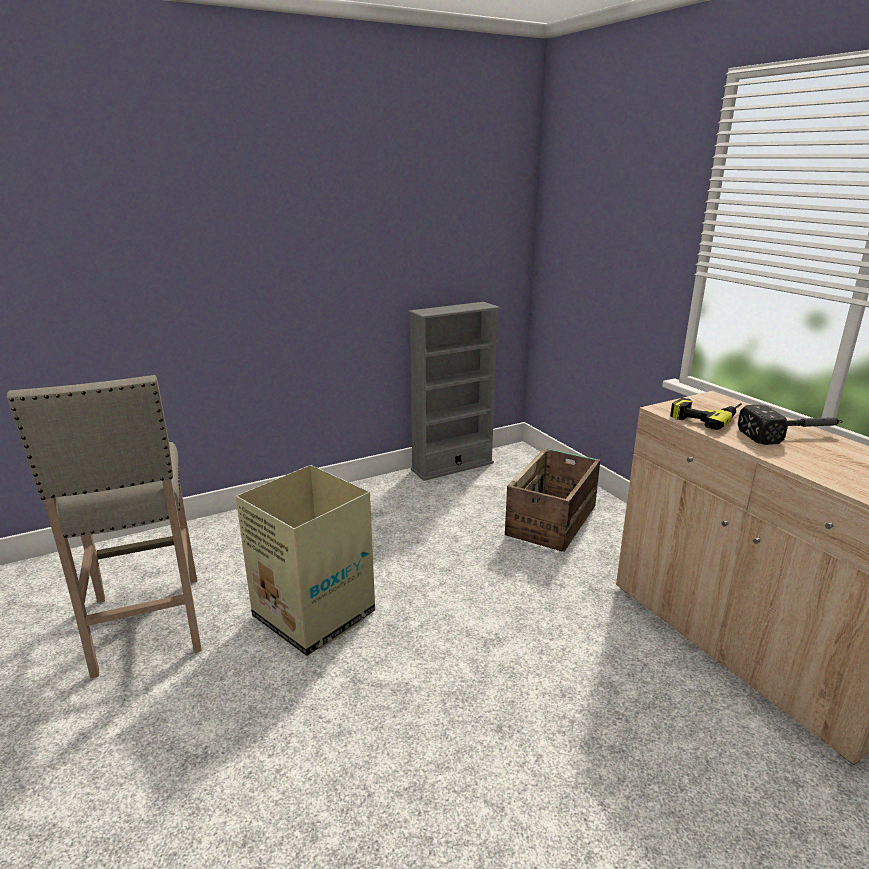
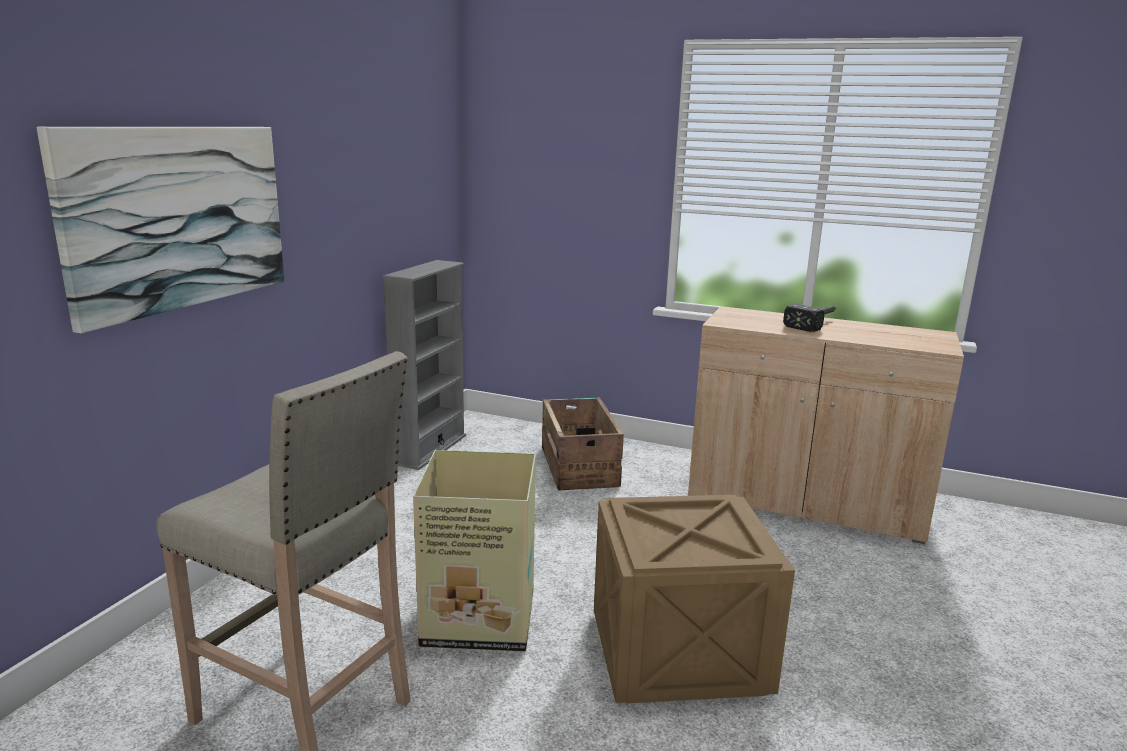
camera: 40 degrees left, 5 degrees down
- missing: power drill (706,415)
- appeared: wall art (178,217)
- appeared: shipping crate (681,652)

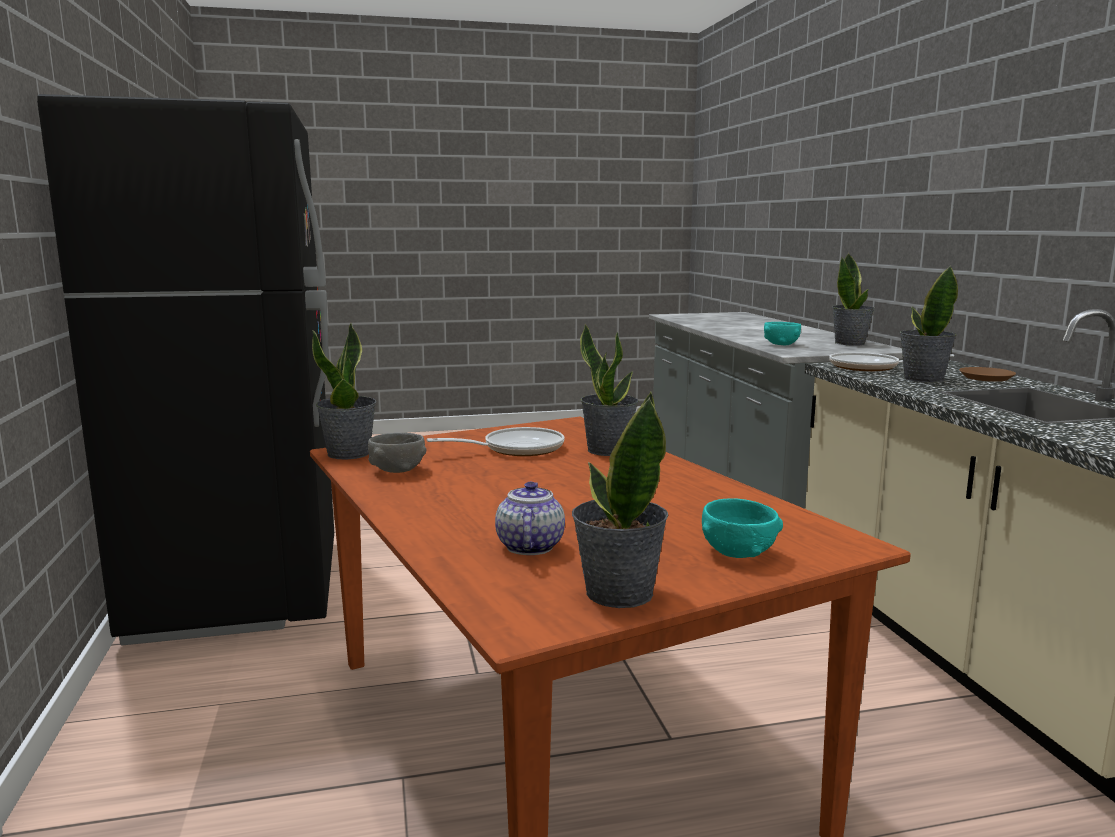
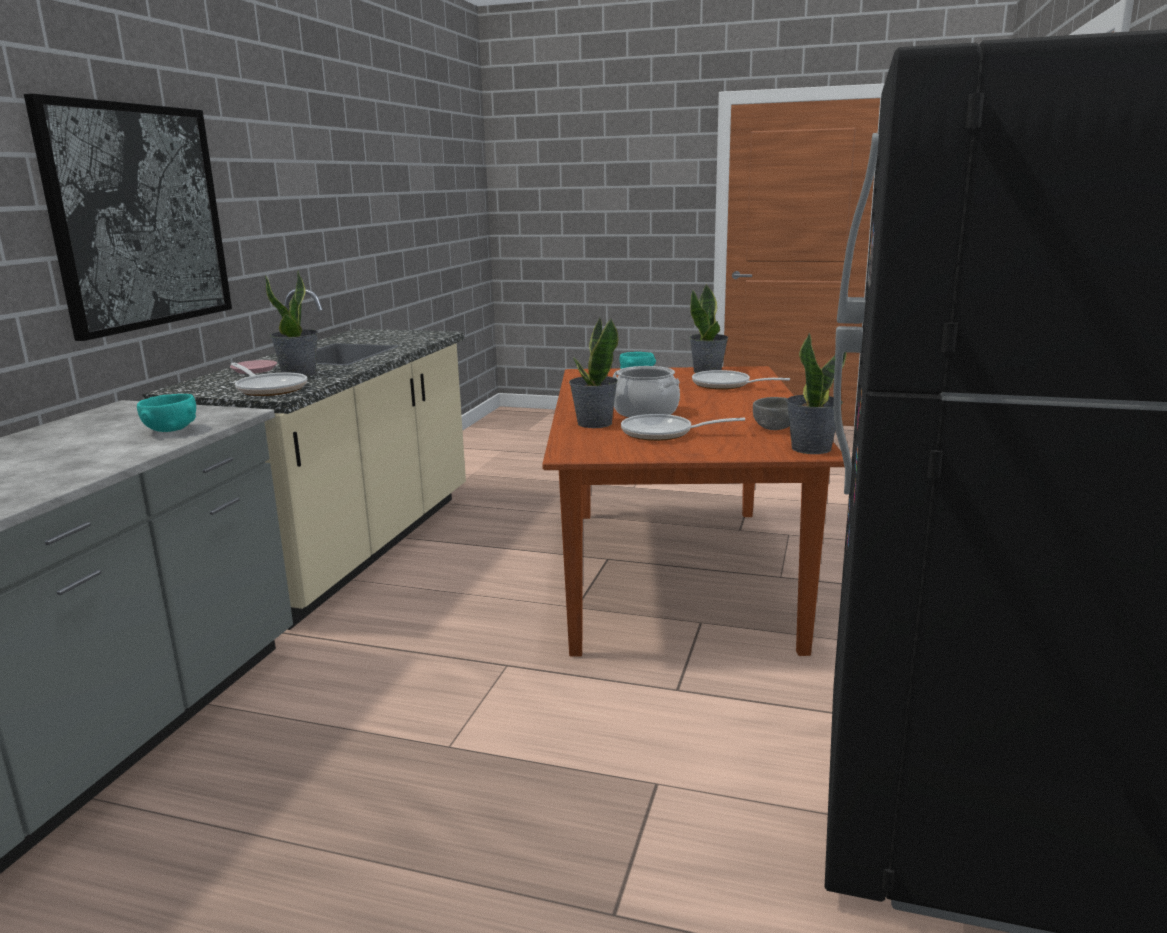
camera: 150 degrees left, 5 degrees up
- missing: potted plant (850,343)
- colour: brownish flat dish (986,378) to pink flat dish (254,370)
- exchanged: pot for tea (529,546) to pan (726,385)
- appeared: wall art (138,217)
- appeared: stockpot (646,412)

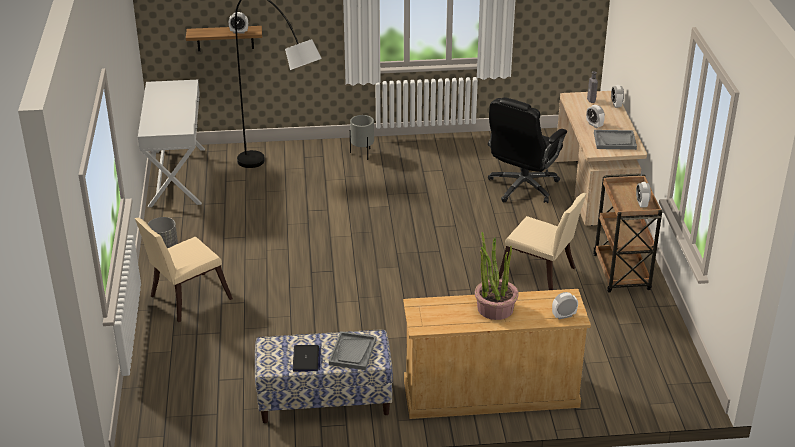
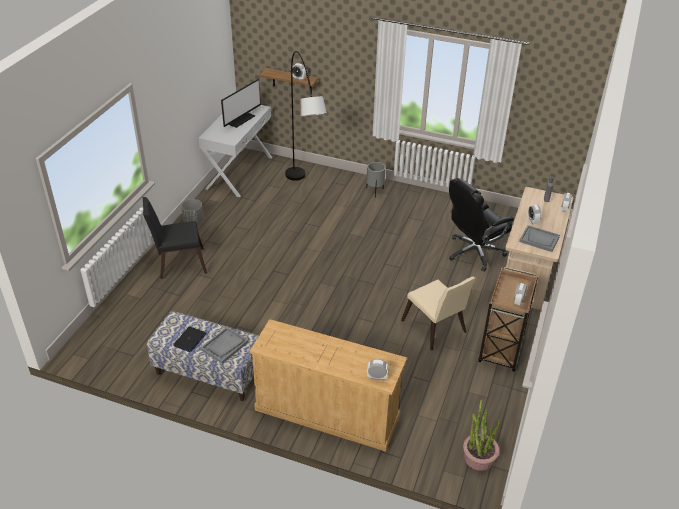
camera: 25 degrees right, 5 degrees up
- colour: beige upright chair (186,299) to black-coloured upright chair (178,263)
- relocated: potted plant (495,308) to (478,457)
- appeared: monitor (240,119)

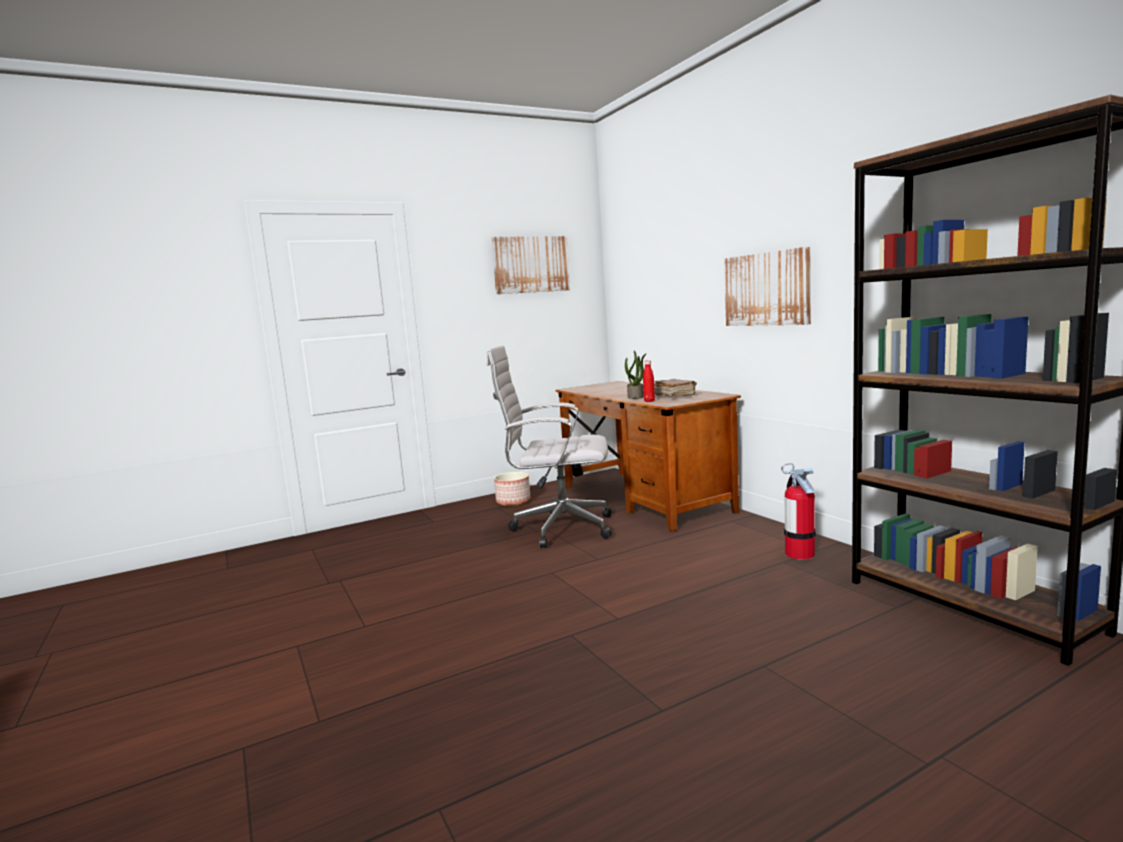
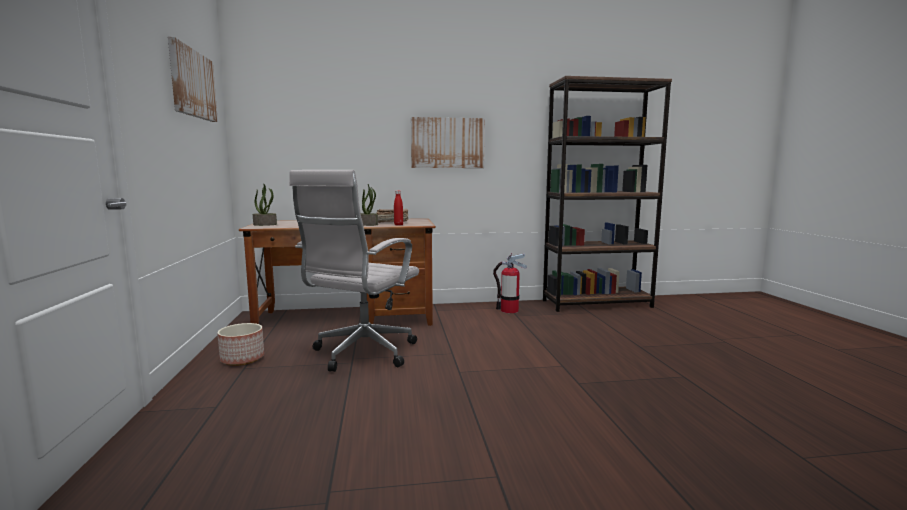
camera: 70 degrees left, 0 degrees up
- appeared: potted plant (265,224)

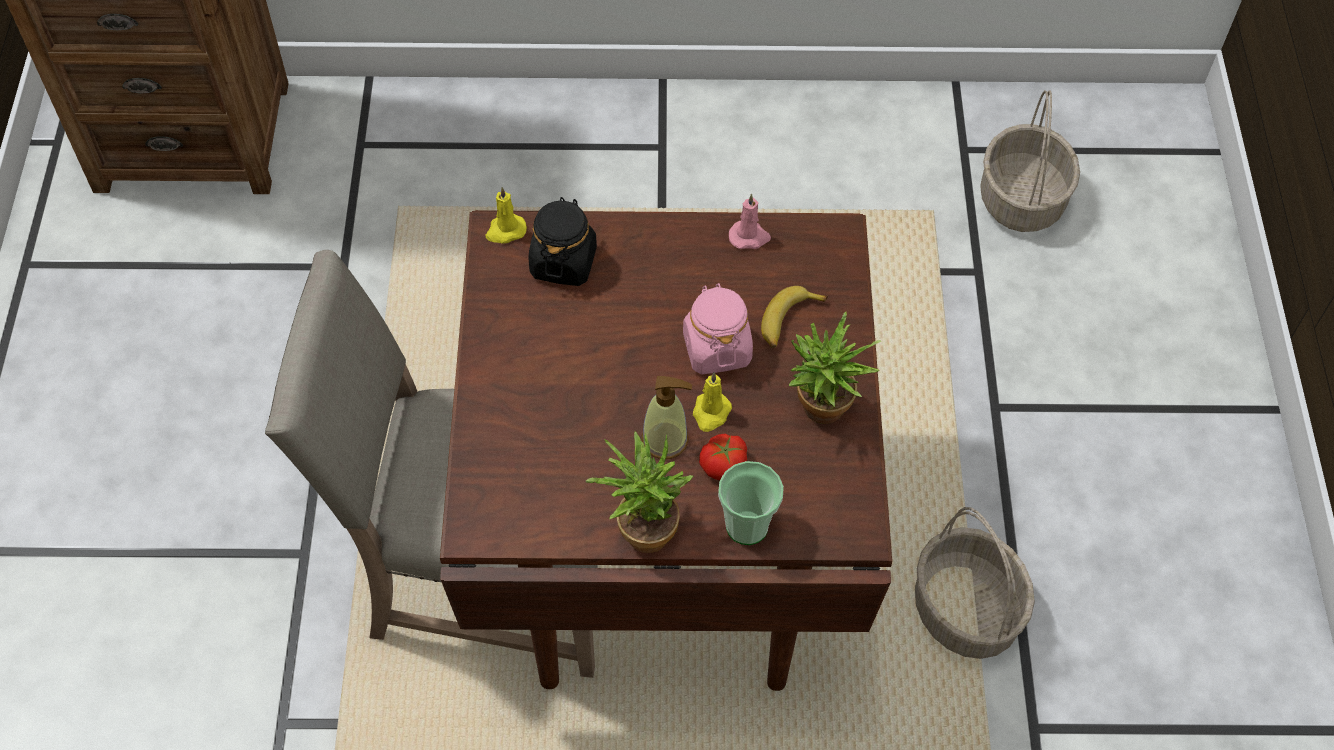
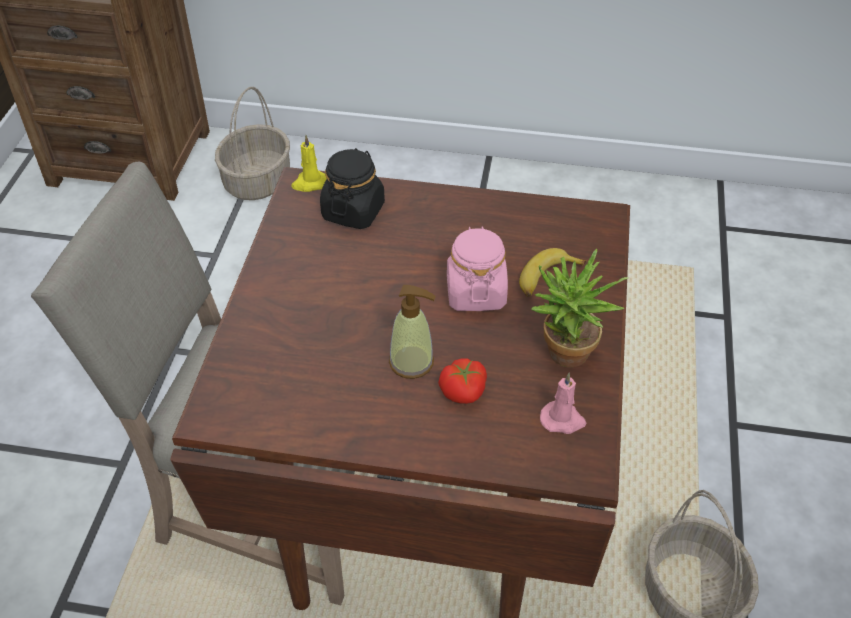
camera: 10 degrees right, 10 degrees down
- relocated: household basket (1022,200) to (257,182)
- relocated: pink candle (749,237) to (563,420)
- missing: yellow-coloured candle (711,413)
- missing: potted plant (641,527)
- missing: cup (747,526)

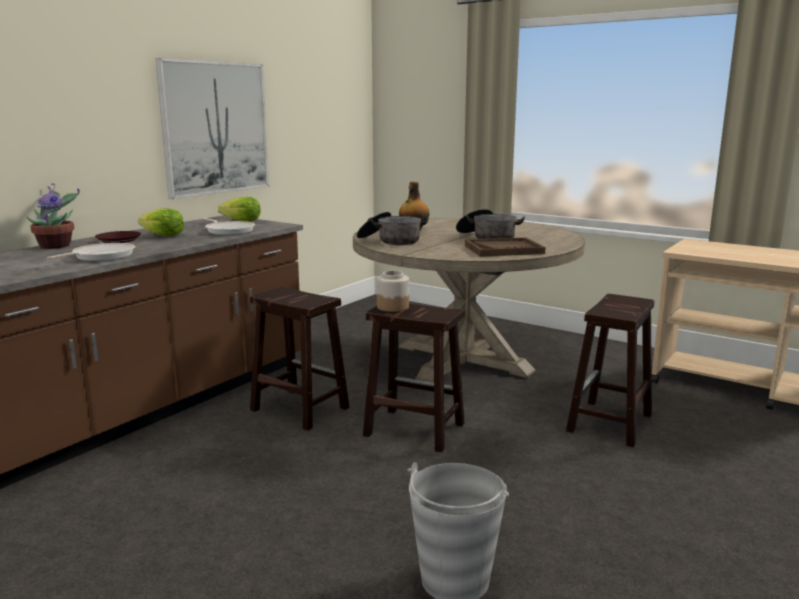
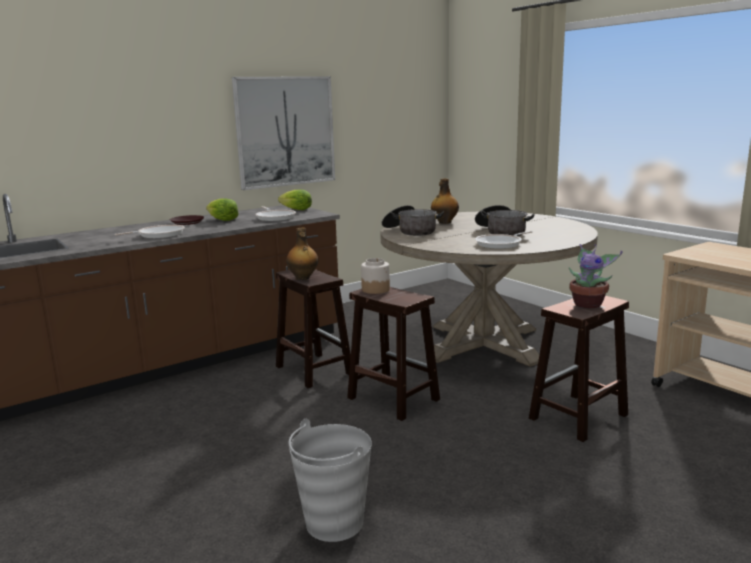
camera: 20 degrees right, 0 degrees up
- relocated: potted plant (57,246) to (589,304)
- exchanged: brownish serving tray (504,249) to pan (501,244)
- appeared: beverage bottle (303,278)

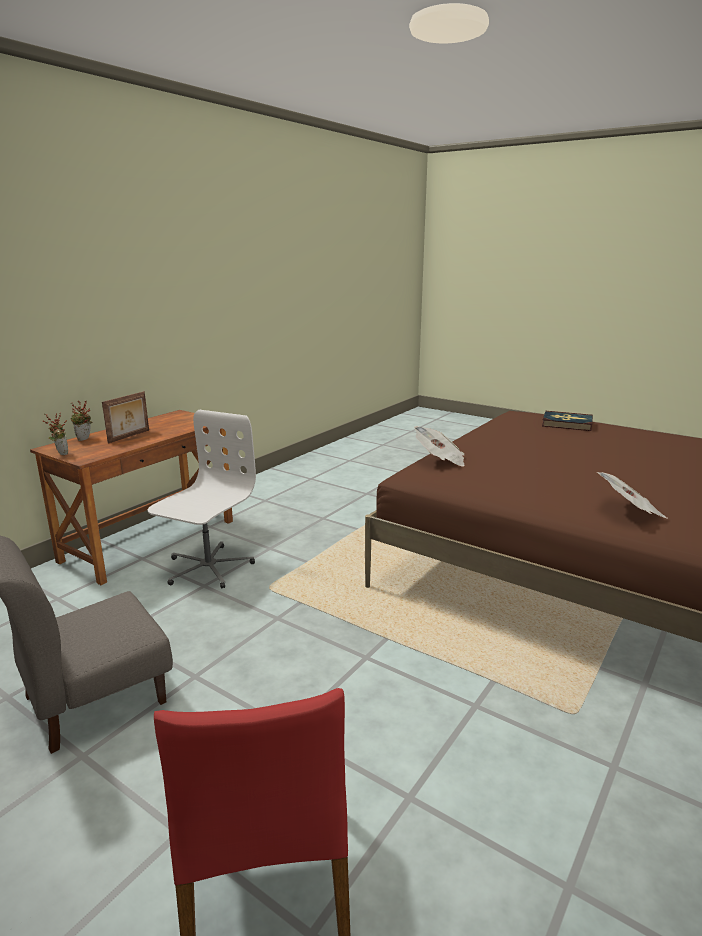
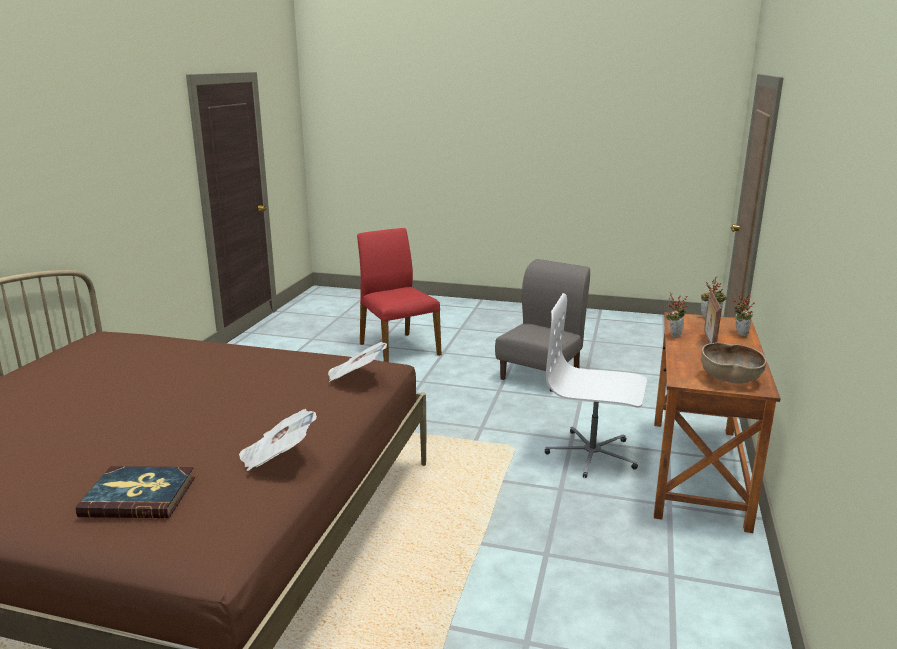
camera: 160 degrees right, 0 degrees up
- spun: white-coloured computer chair (207,568) = (592,454) 105 degrees clockwise
- relocated: printed paper (629,511) to (277,458)
- appeared: potted plant (674,335)
- appeared: brownish bowl (729,379)

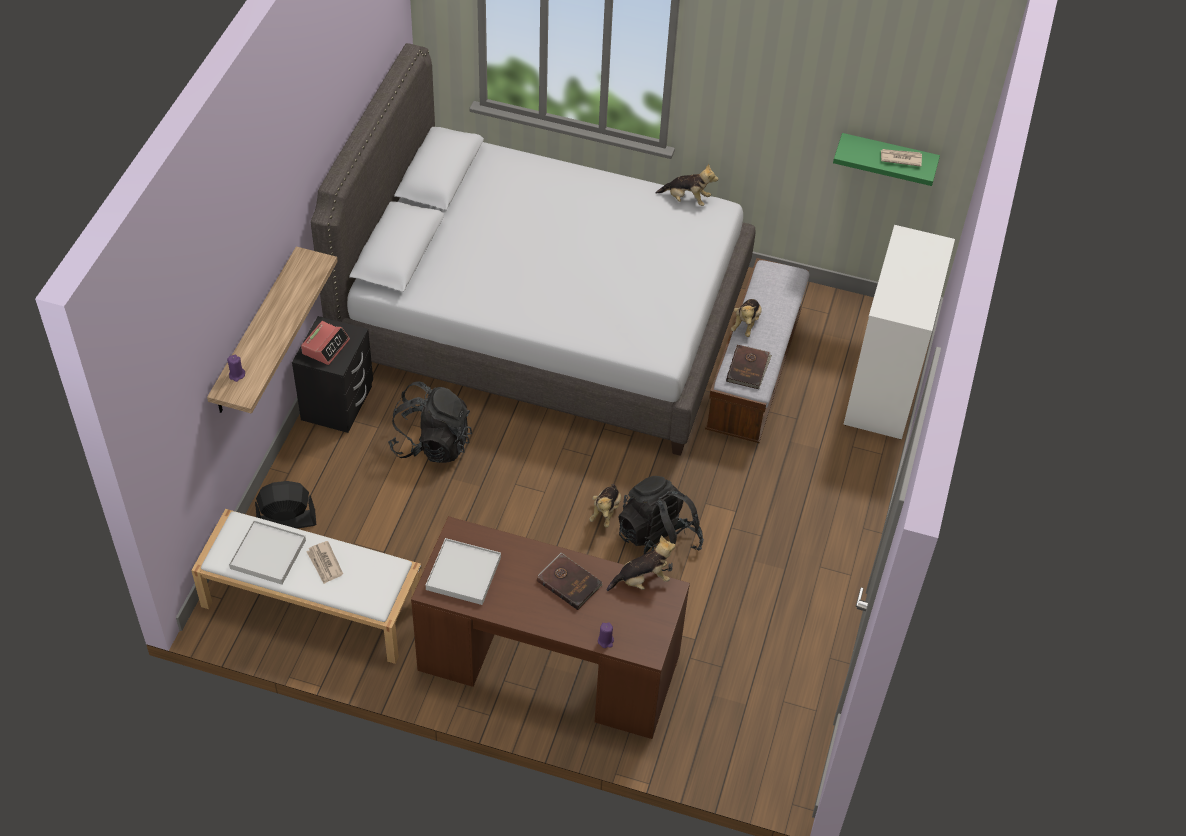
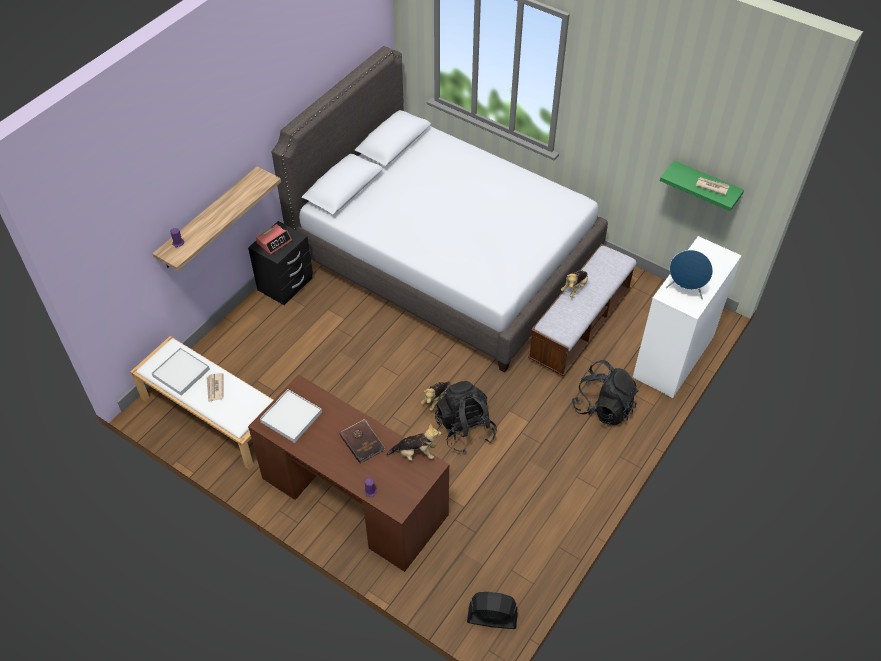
camera: 20 degrees right, 0 degrees up
- missing: plush toy (686,199)
- missing: brownish bound book (748,368)
- relocated: black-coloured backpack (432,443) to (603,407)
- relocated: black-coloured electric fan (286,521) to (492,618)
- appeared: blue-coloured audio speaker (685,290)

